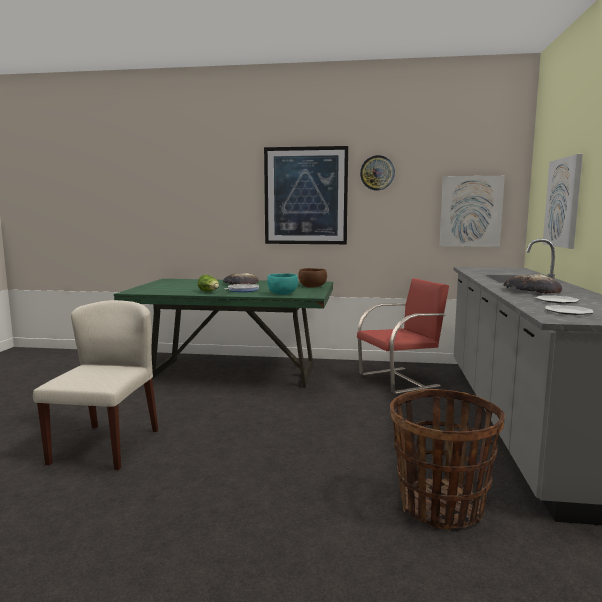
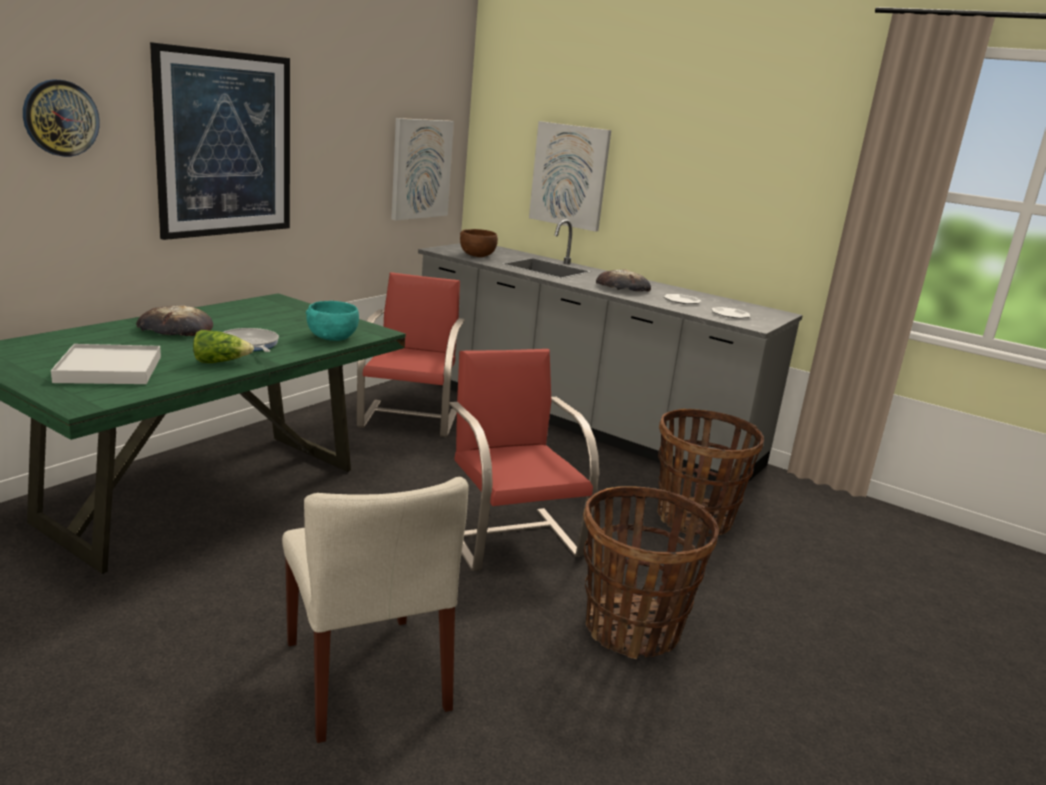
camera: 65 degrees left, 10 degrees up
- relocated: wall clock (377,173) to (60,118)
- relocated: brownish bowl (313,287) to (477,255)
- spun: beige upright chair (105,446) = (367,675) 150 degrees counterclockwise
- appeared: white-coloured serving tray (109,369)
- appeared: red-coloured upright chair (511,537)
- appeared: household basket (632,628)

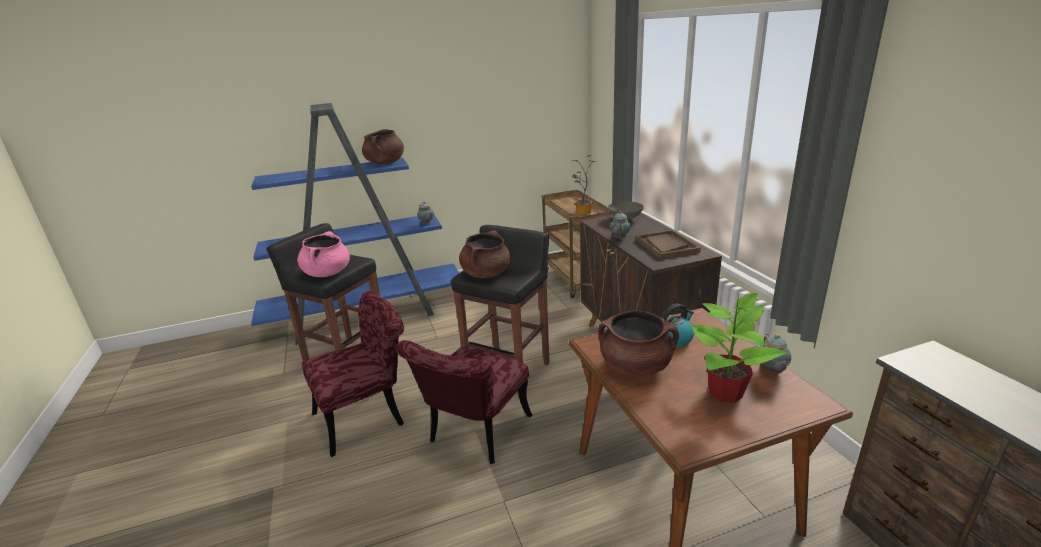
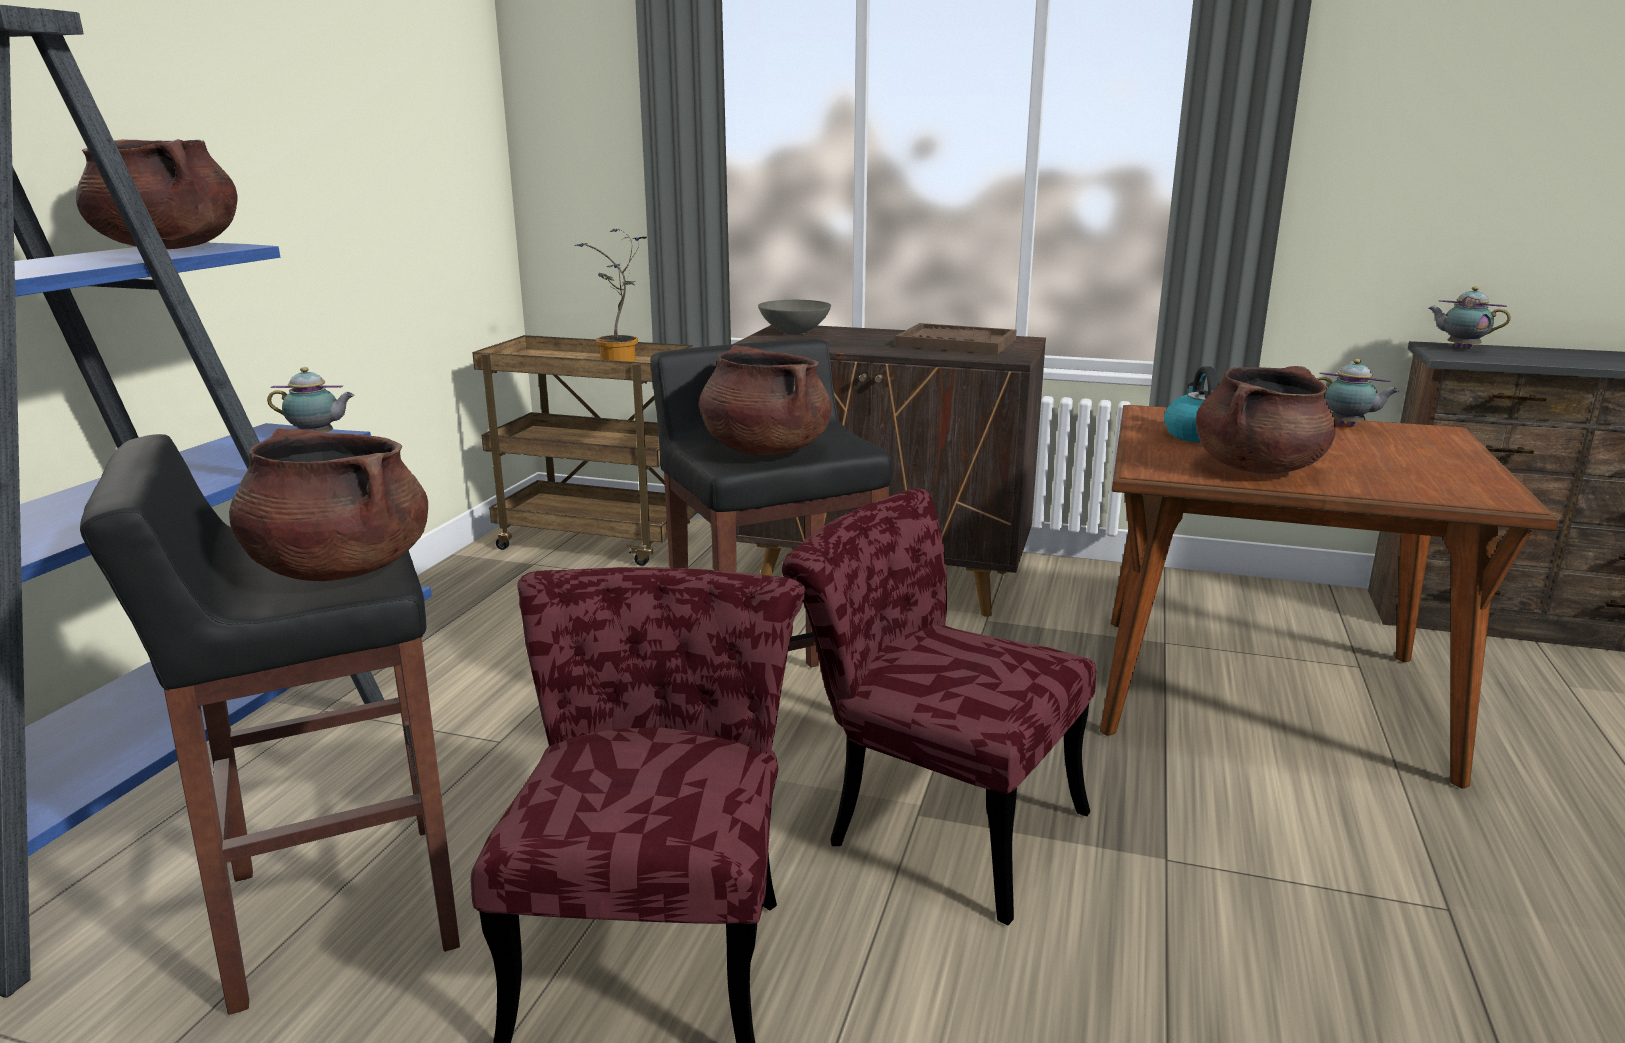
camera: 55 degrees left, 5 degrees down
- relocated: pot for tea (619,238) to (1460,348)
- colour: pink stockpot (327,273) to brownish stockpot (340,569)
- missing: potted plant (725,392)
- spun: red-coloured upright chair (474,435) = (934,821) 150 degrees clockwise

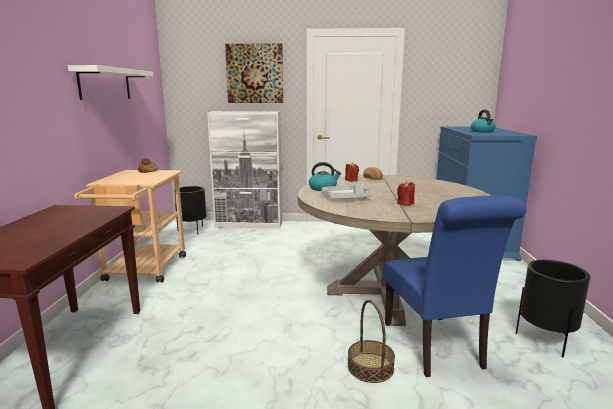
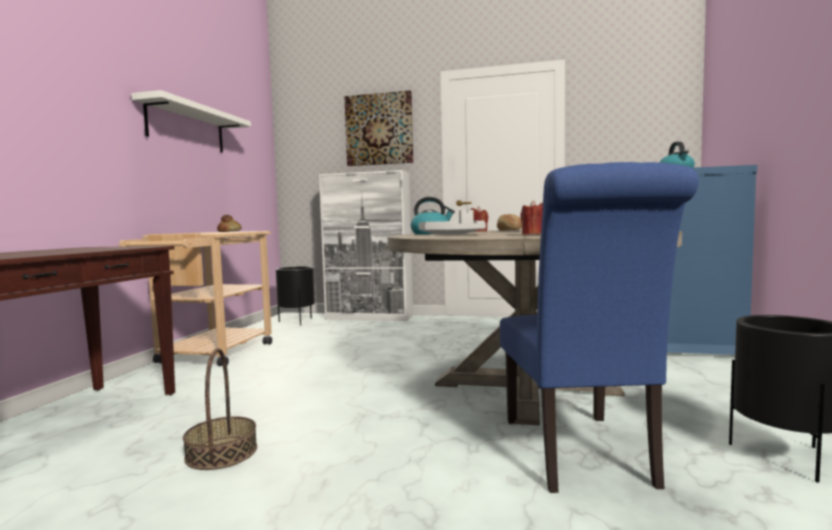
camera: 10 degrees right, 10 degrees down
- relocated: household basket (370,367) to (221,453)

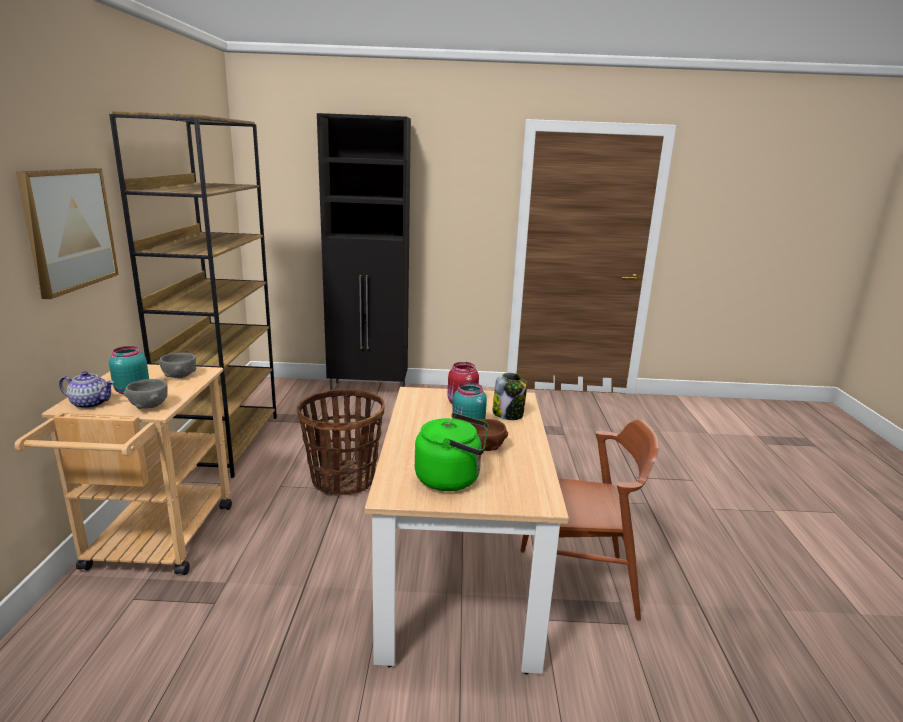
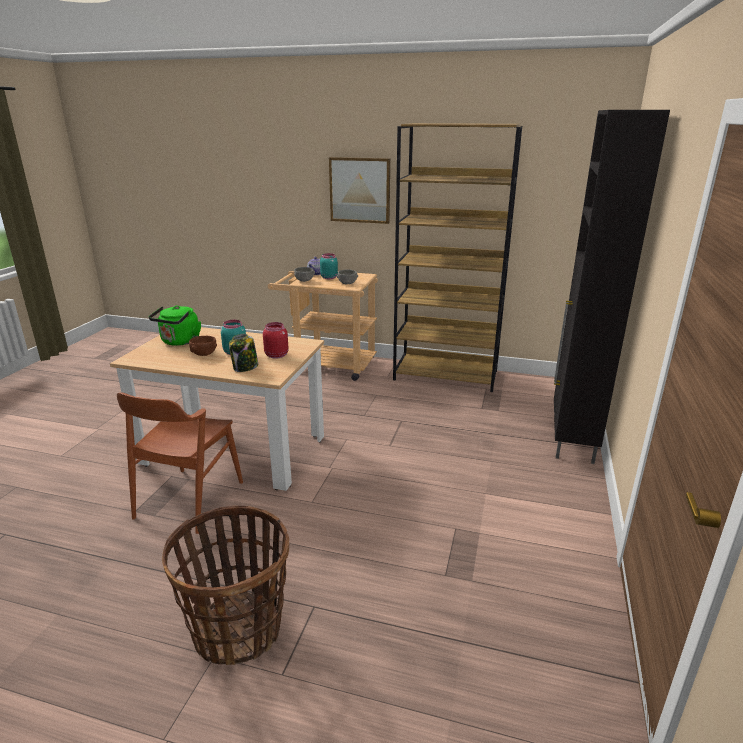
camera: 105 degrees right, 5 degrees up
- relocated: household basket (343,480) to (238,630)

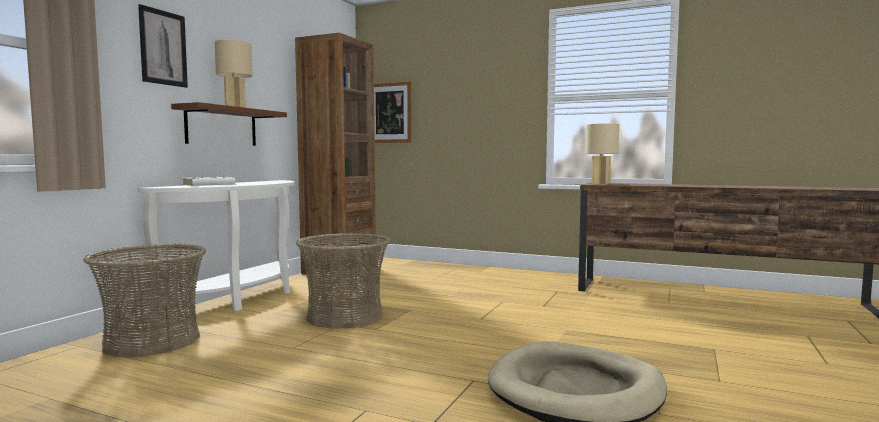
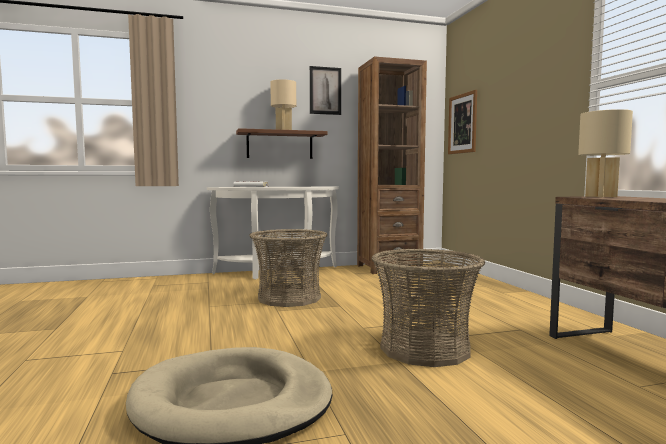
camera: 50 degrees right, 0 degrees up
- relocated: wall art (163,48) to (325,90)
- relocated: household basket (152,341) to (425,348)

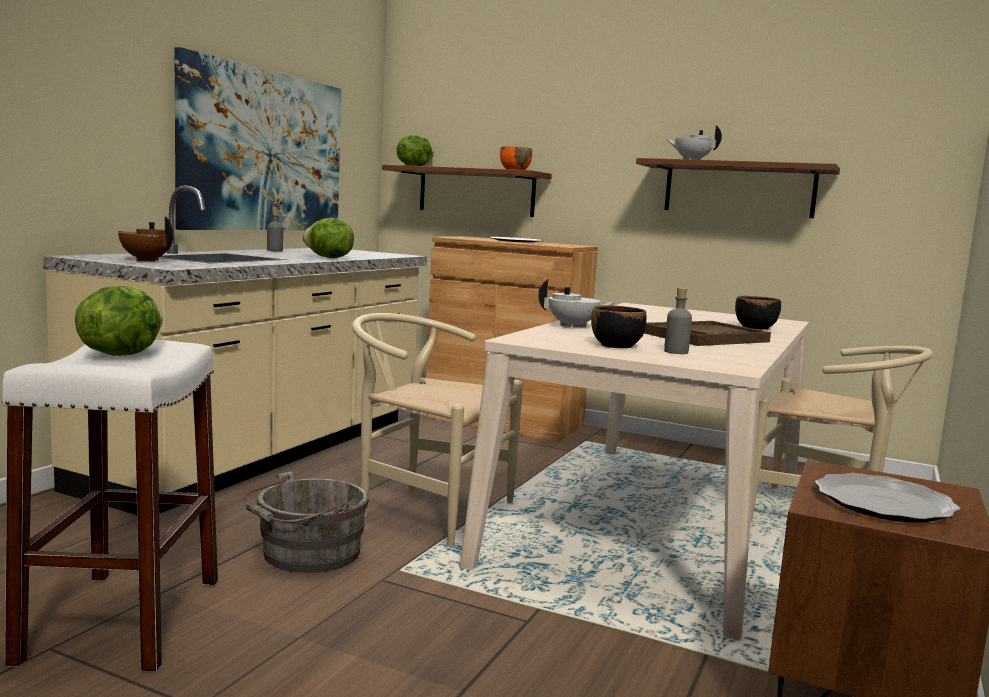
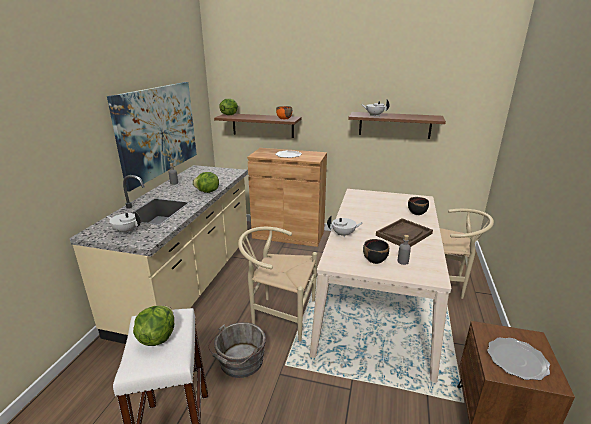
camera: 10 degrees left, 15 degrees up
- colour: brownish pot for tea (146,260) to white-coloured pot for tea (126,231)

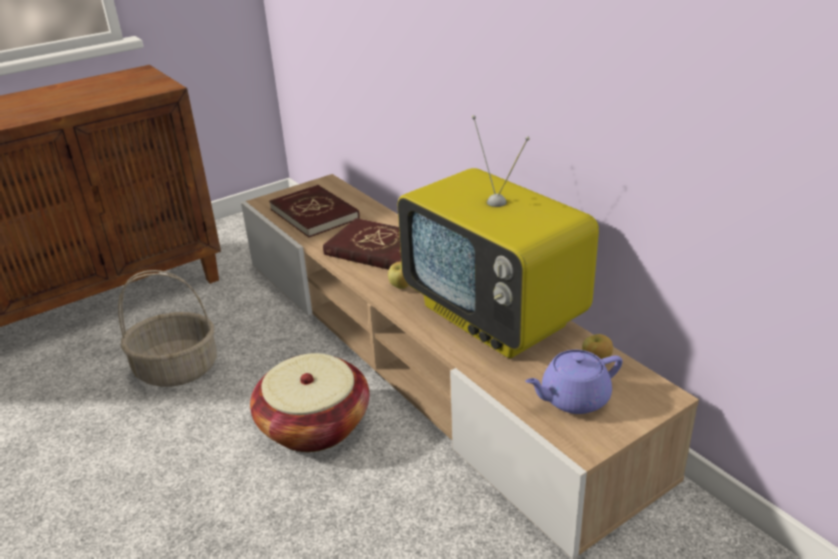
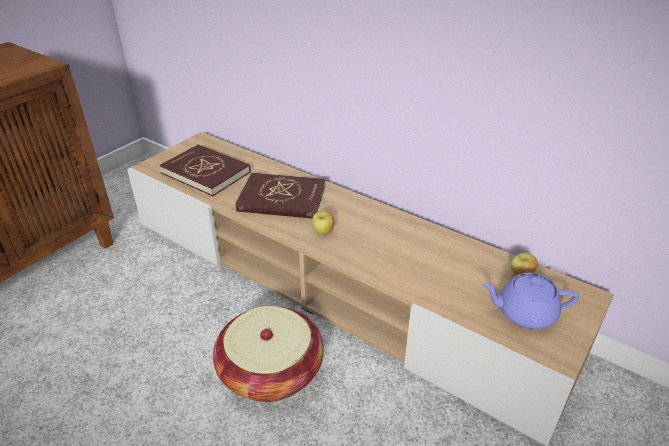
camera: 20 degrees left, 5 degrees up
- missing: TV (496,317)
- missing: household basket (178,369)
- spun: purple-coloured pot for tea (573,398) = (524,313) 45 degrees clockwise

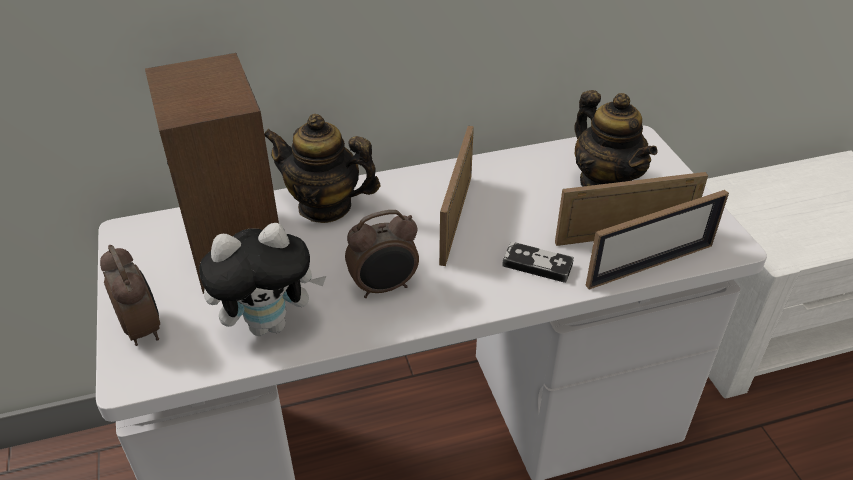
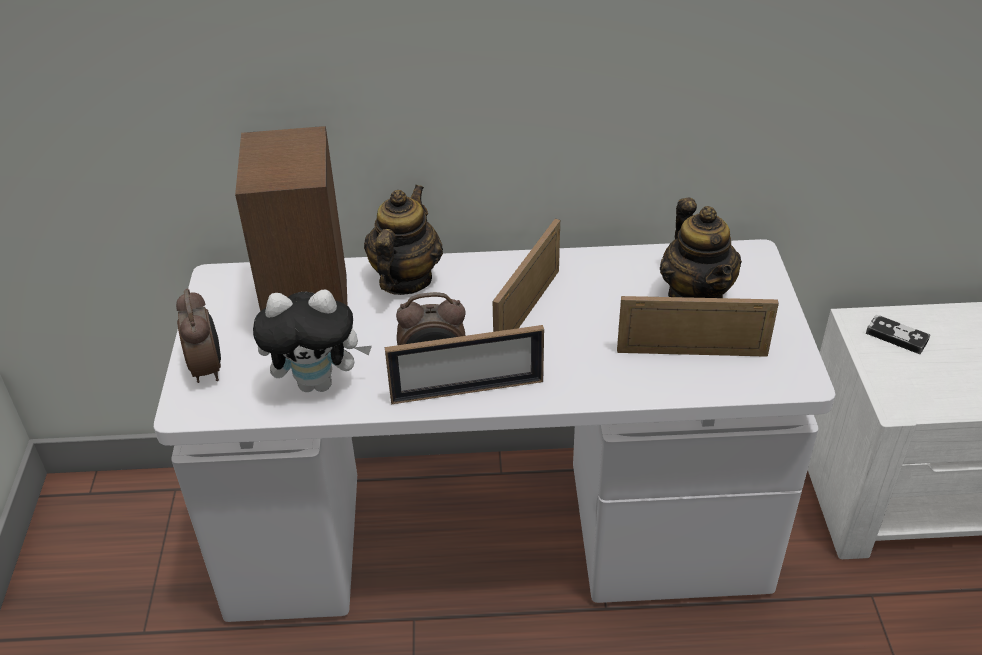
camera: 15 degrees right, 0 degrees up
- spun: pot for tea (325,206) = (405,280) 75 degrees clockwise
- relocated: photo frame (650,265) to (467,390)
- relocated: game controller (537,265) to (896,337)

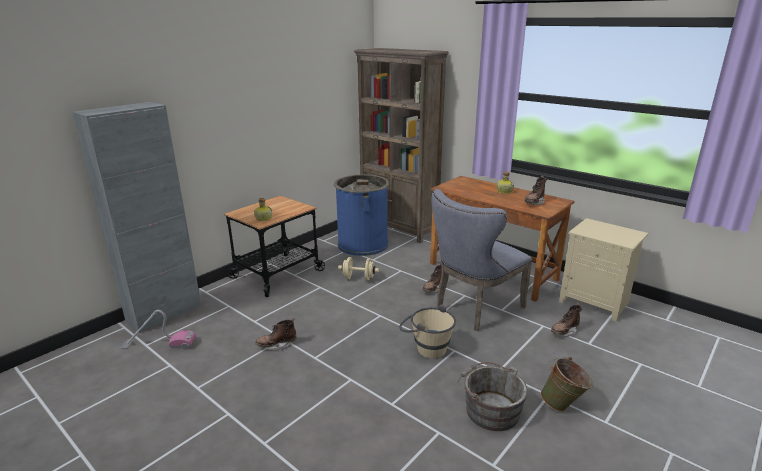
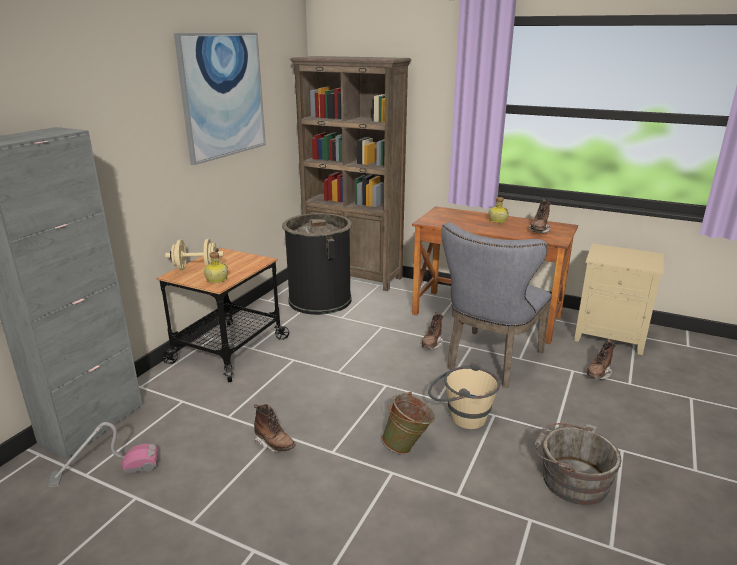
camera: 15 degrees left, 0 degrees up
- colour: blue-coloured trash can (363,244) to black-coloured trash can (320,300)
- relocated: beige free weight (358,278) to (196,268)
- spun: brownish boot (277,345) = (274,444) 105 degrees counterclockwise
- relocated: green-coloured water bucket (563,405) to (408,447)
- appeared: wall art (223,95)

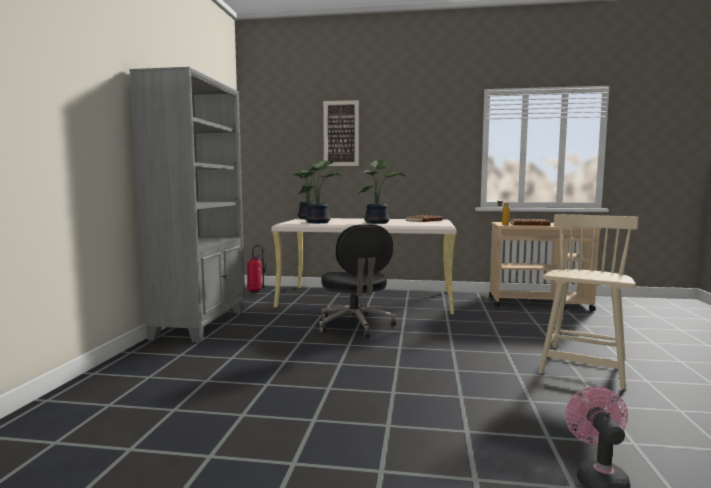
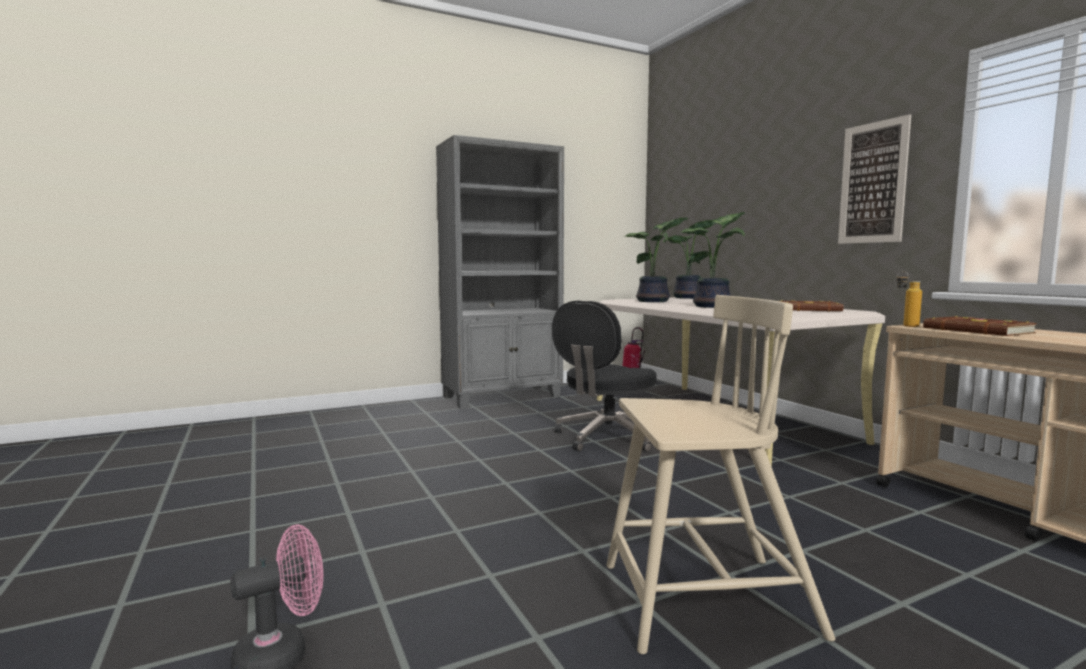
camera: 55 degrees right, 0 degrees up
- relocated: wall art (341,133) to (873,183)

